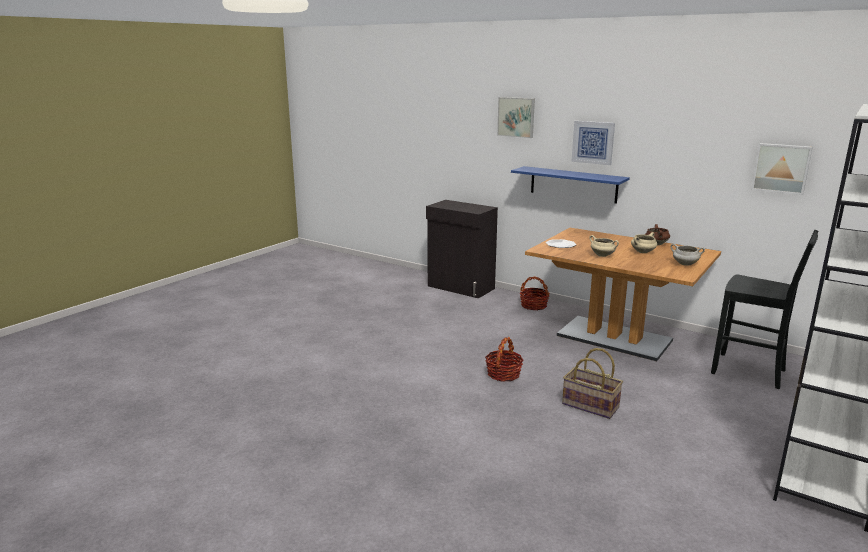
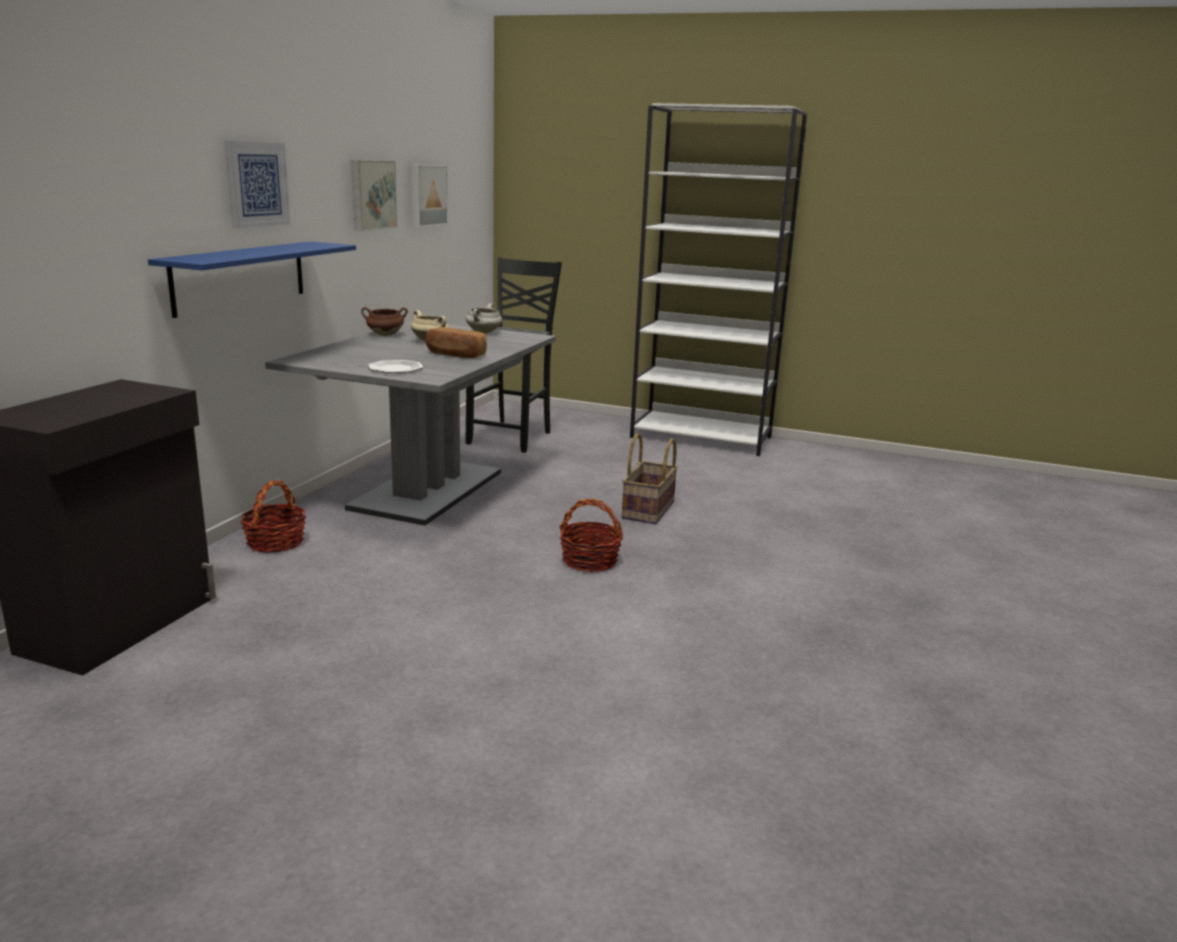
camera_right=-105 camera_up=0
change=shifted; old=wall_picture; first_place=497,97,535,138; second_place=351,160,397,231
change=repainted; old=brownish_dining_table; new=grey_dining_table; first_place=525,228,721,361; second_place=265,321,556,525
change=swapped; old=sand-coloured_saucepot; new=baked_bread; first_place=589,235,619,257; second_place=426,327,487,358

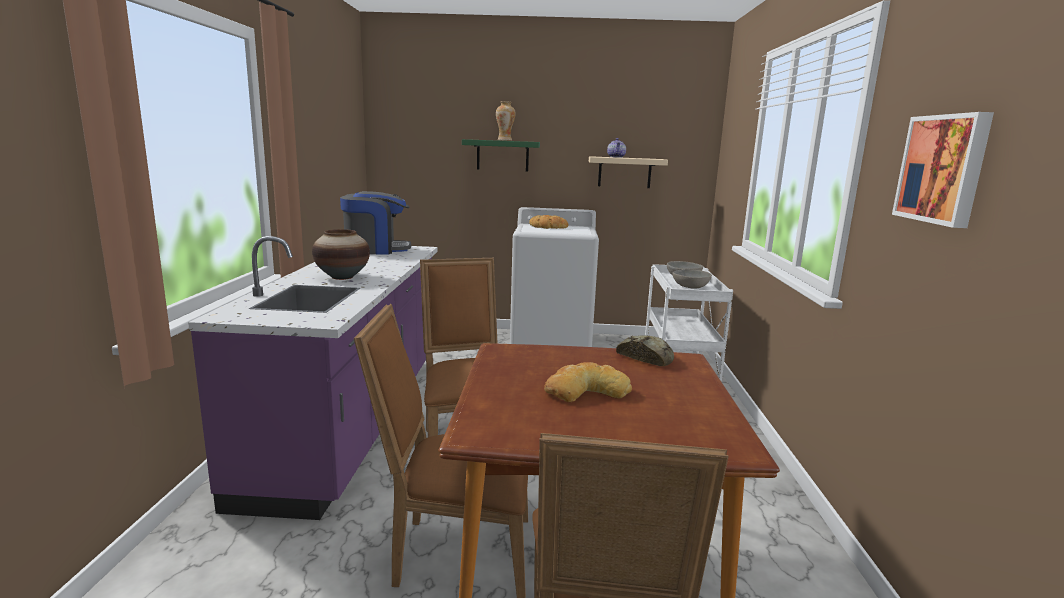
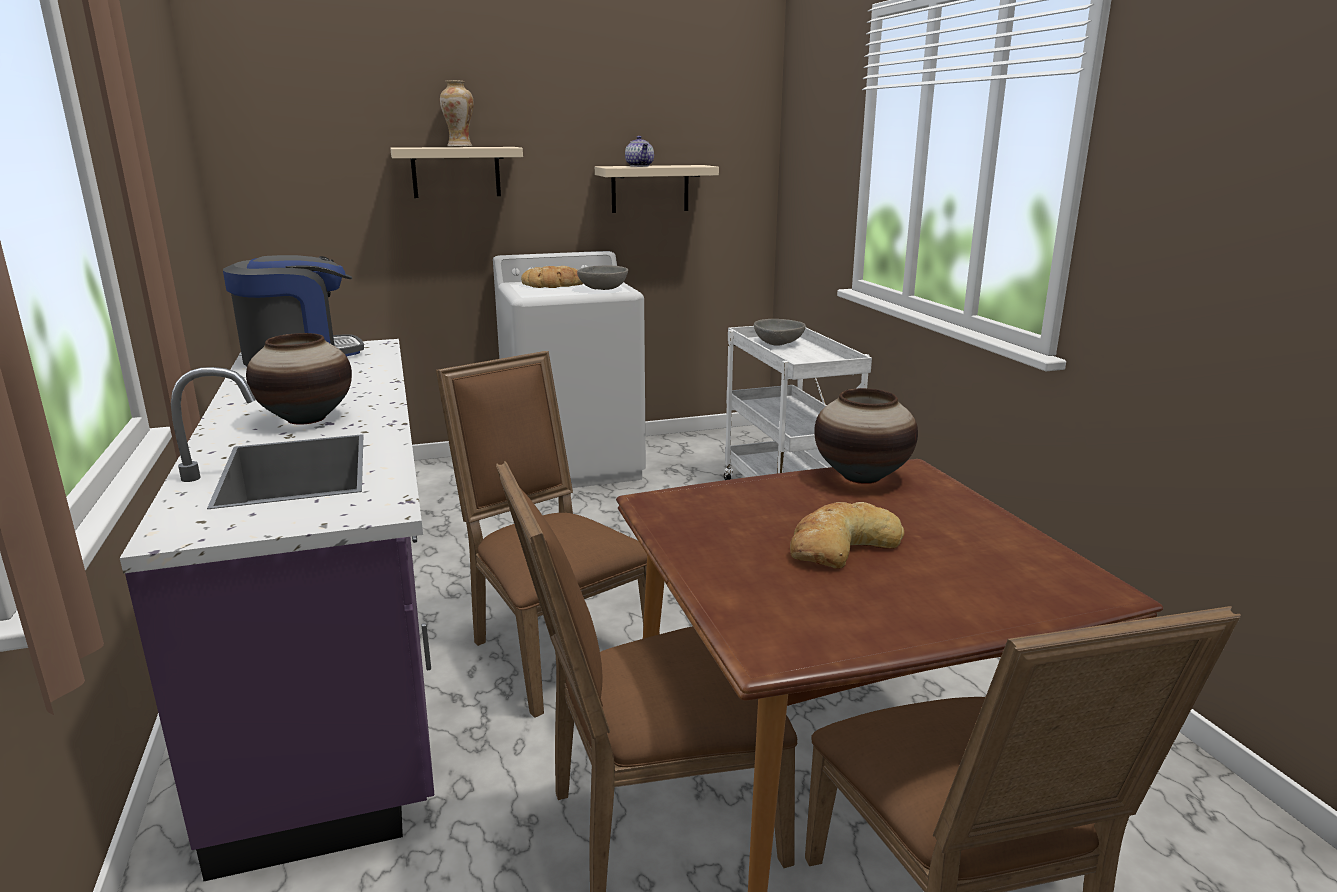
camera_right=-20 camera_up=5
change=gone; old=wall_picture; first_place=892,112,994,228
change=repainted; old=greenish_shelf; new=sand-coloured_shelf; first_place=462,139,540,171; second_place=390,147,523,198
change=shifted; old=grey_deep_dish; first_place=673,269,712,289; second_place=577,265,628,290
change=swapped; old=baked_bread; new=flower_vase; first_place=616,335,674,366; second_place=814,388,918,484

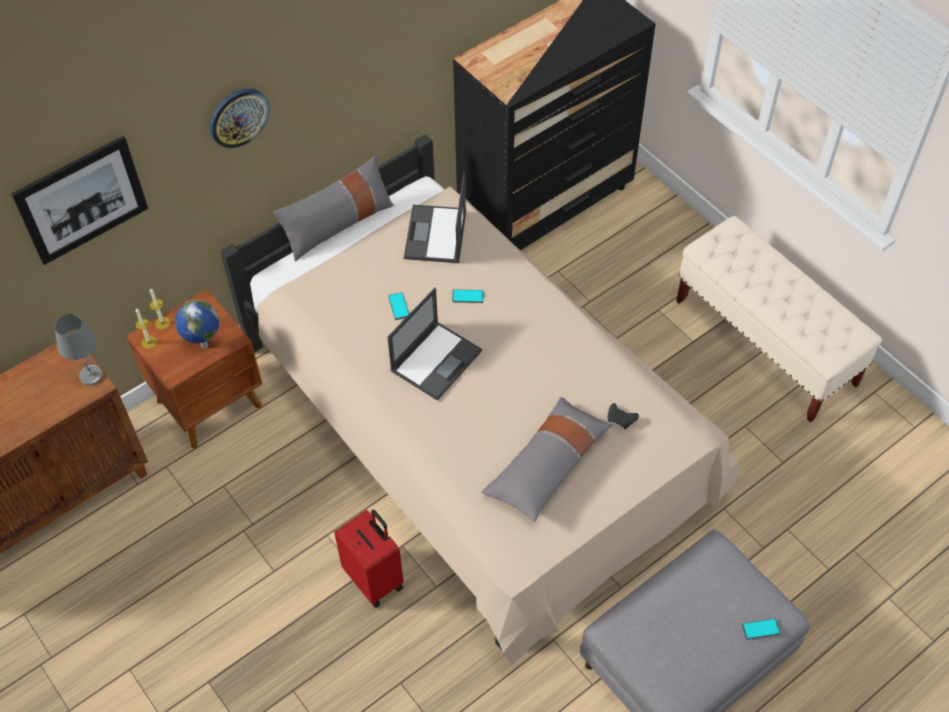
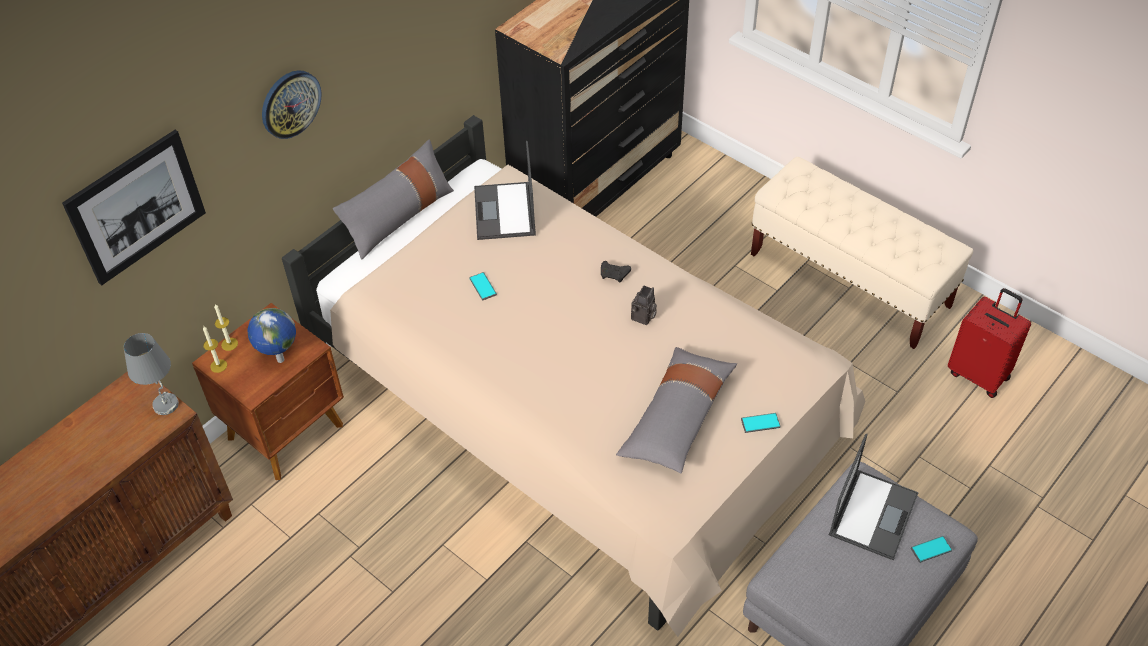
camera_right=-10 camera_up=-5
change=shifted; old=notebook_computer; first_place=387,288,482,401; second_place=829,434,919,561
change=shifted; old=telephone; first_place=452,290,484,303; second_place=741,413,780,433
change=shifted; old=blackish_gamepad; first_place=608,403,639,429; second_place=601,261,631,283
change=shifted; old=red-coloured_suitcase; first_place=334,509,403,608; second_place=948,288,1031,398
change=new; new=photo_camera; second_place=631,286,657,325

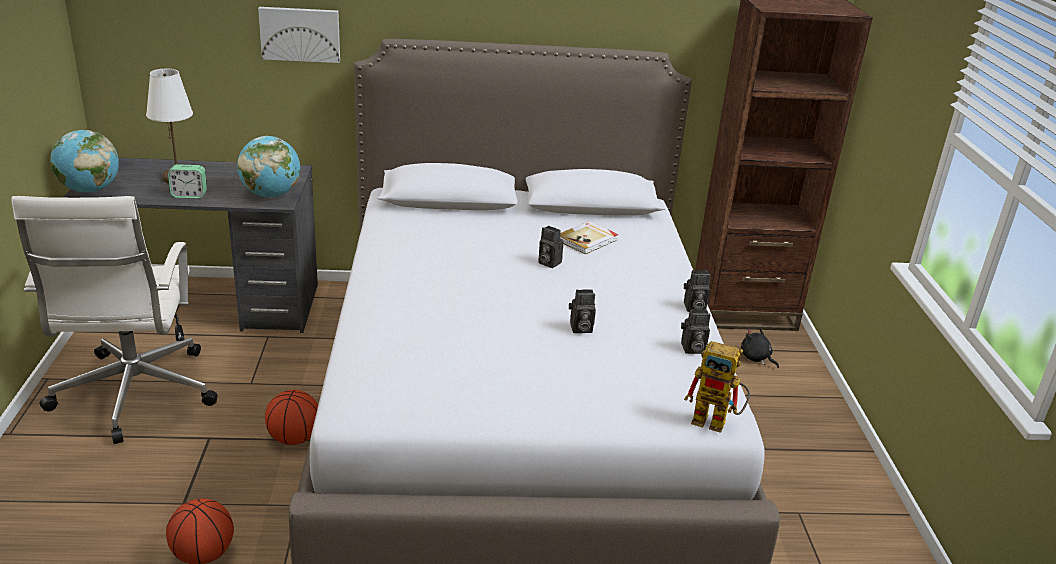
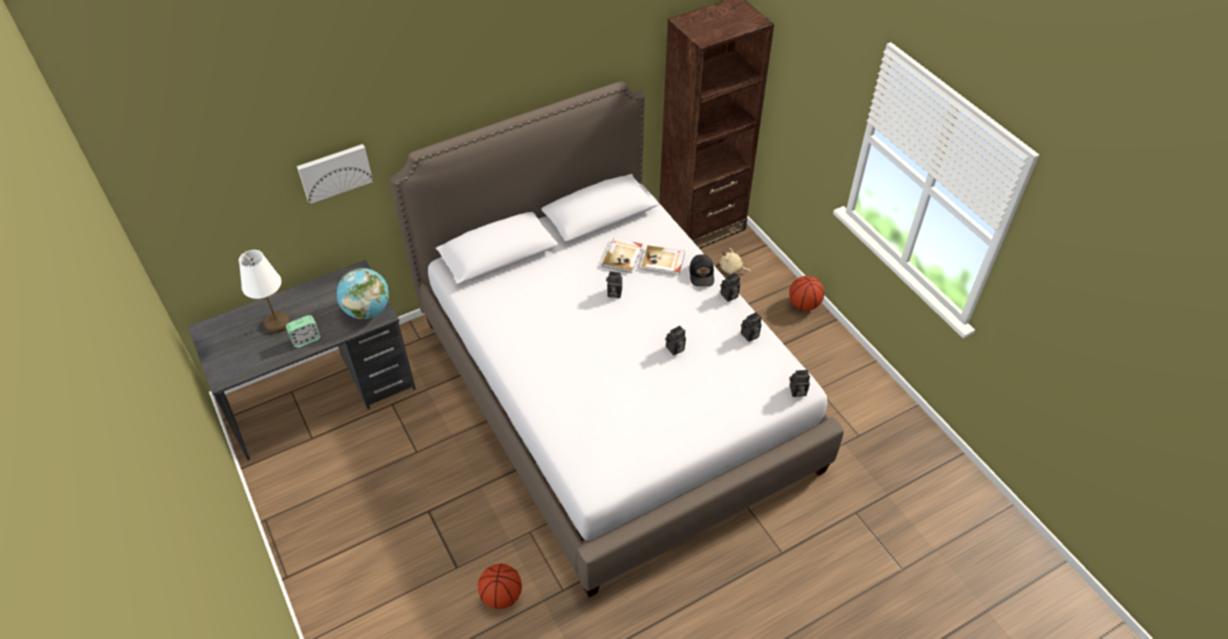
camera_right=-25 camera_up=20
change=gone; old=desk_globe; first_place=50,130,119,193
change=gone; old=white-coloured_office_chair; first_place=11,196,218,444
change=repainted; old=blackish_soft_toy; new=sand-coloured_soft_toy; first_place=741,327,779,368; second_place=720,248,751,274
change=swapped; old=toy_robot; new=photo_camera; first_place=684,341,750,433; second_place=790,370,810,397
change=shifted; old=basketball; first_place=265,390,318,445; second_place=789,276,824,311
change=new; new=volume; second_place=642,245,685,275
change=new; new=blackish_cap; second_place=689,254,714,286

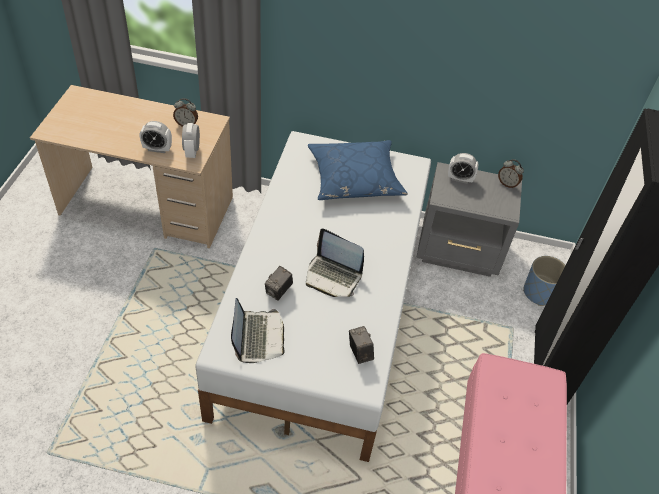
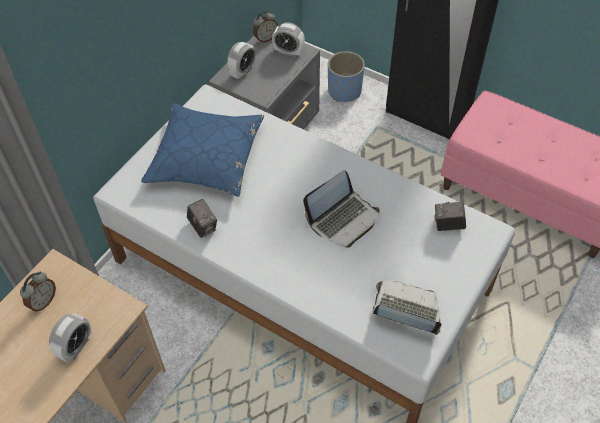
camera_right=-65 camera_up=5
change=shifted; old=table_clock; first_place=182,123,200,158; second_place=272,22,305,57
change=shifted; old=photo_camera; first_place=265,266,293,301; second_place=187,199,217,238

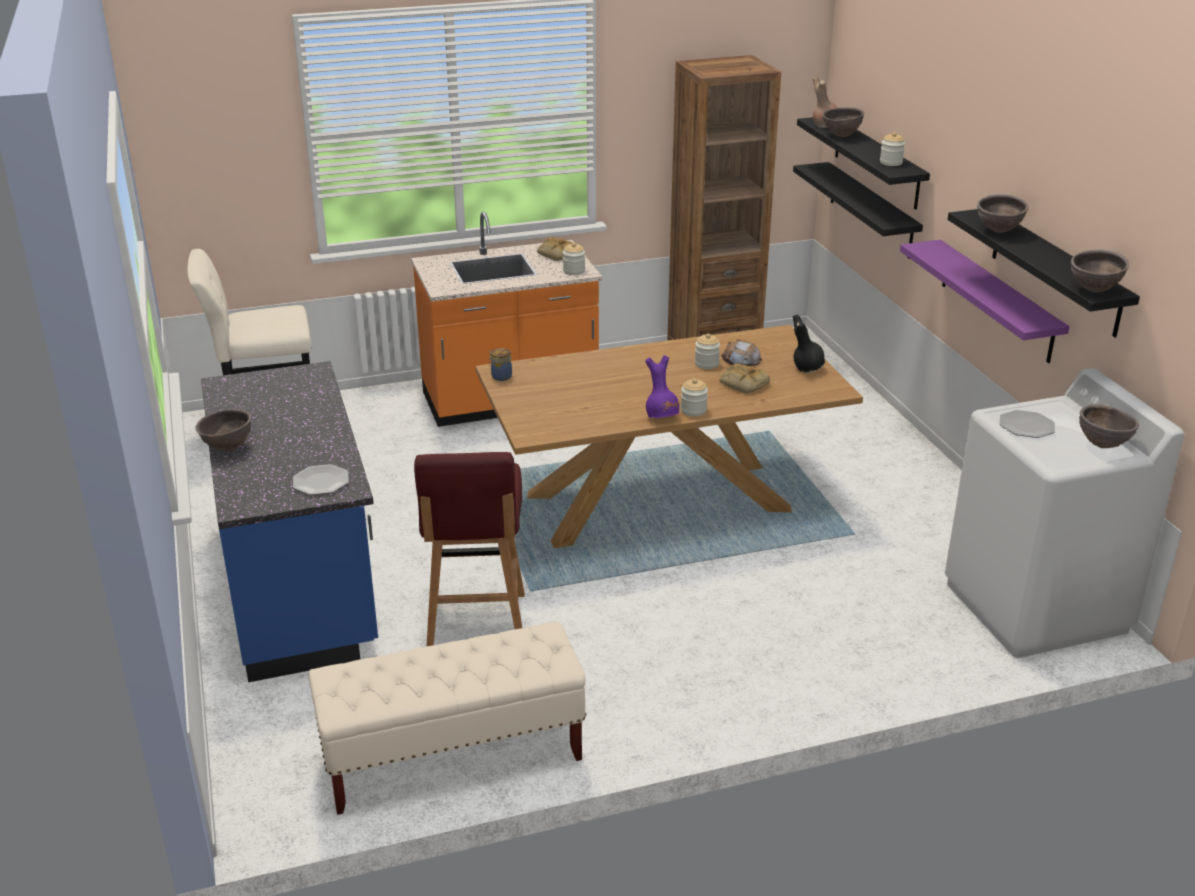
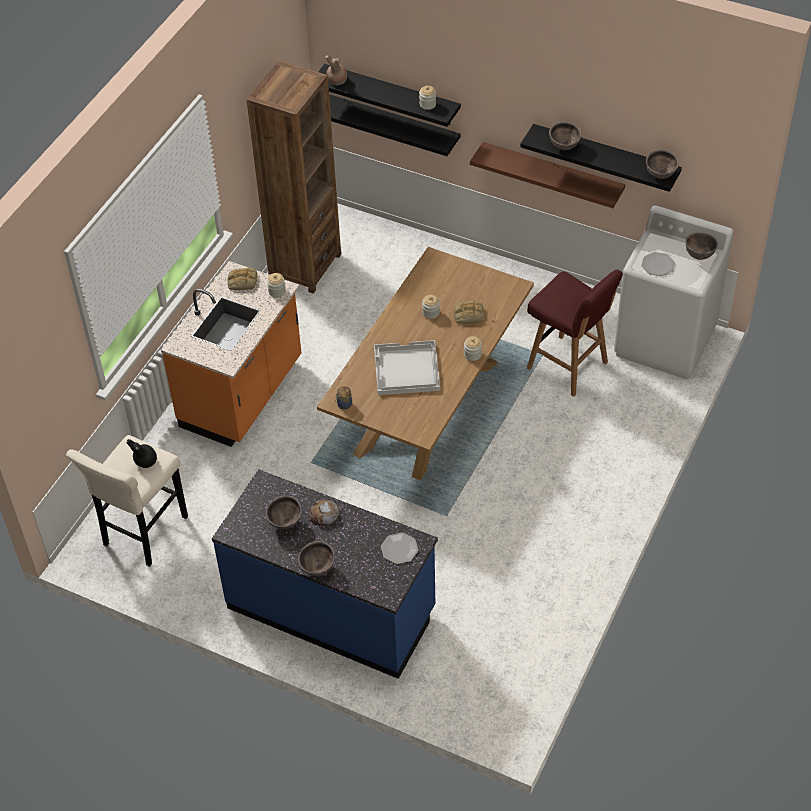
camera_right=-45 camera_up=20
change=shifted; old=brownish_deep_dish; first_place=822,107,864,137; second_place=266,495,302,530
change=repainted; old=purple-coloured_shelf; new=brownish_shelf; first_place=900,240,1069,363; second_place=470,142,625,208
change=shifted; old=blackish_flower_vase; first_place=793,314,825,373; second_place=126,439,157,468
change=shifted; old=baked_bread; first_place=721,339,762,366; second_place=309,499,340,525
change=gone; old=purple-coloured_flower_vase; first_place=645,355,679,418
change=shifted; old=red-coloured_sitting_stool; first_place=414,452,525,647; second_place=527,270,623,397
change=gone; old=sand-coloured_long_seat; first_place=309,621,586,815
change=new; new=white-coloured_tray; second_place=374,340,440,395

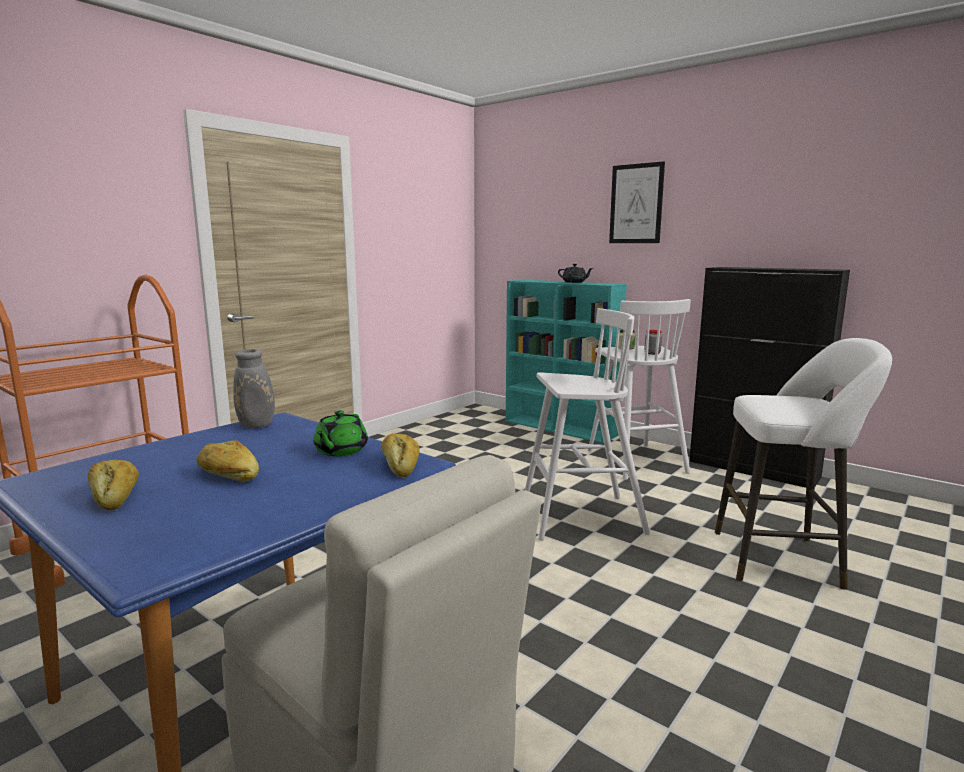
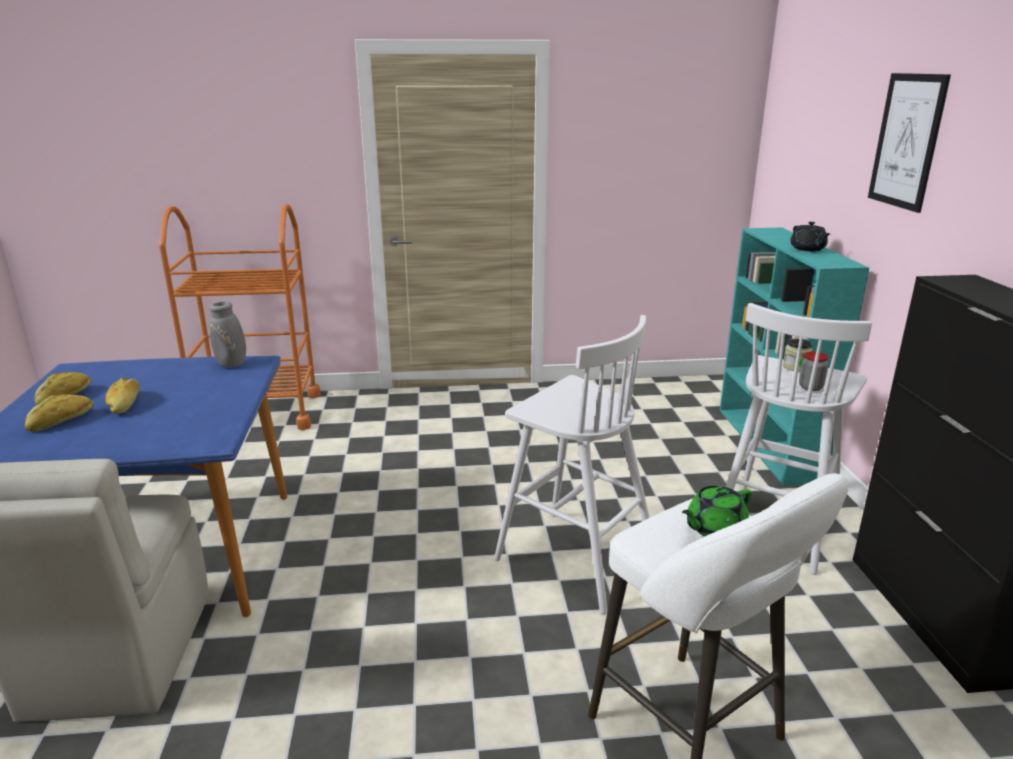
camera_right=45 camera_up=10
change=shifted; old=greenish_pot_for_tea; first_place=313,410,368,456; second_place=682,486,752,536
change=shifted; old=baked_bread; first_place=382,433,420,477; second_place=25,394,94,432

